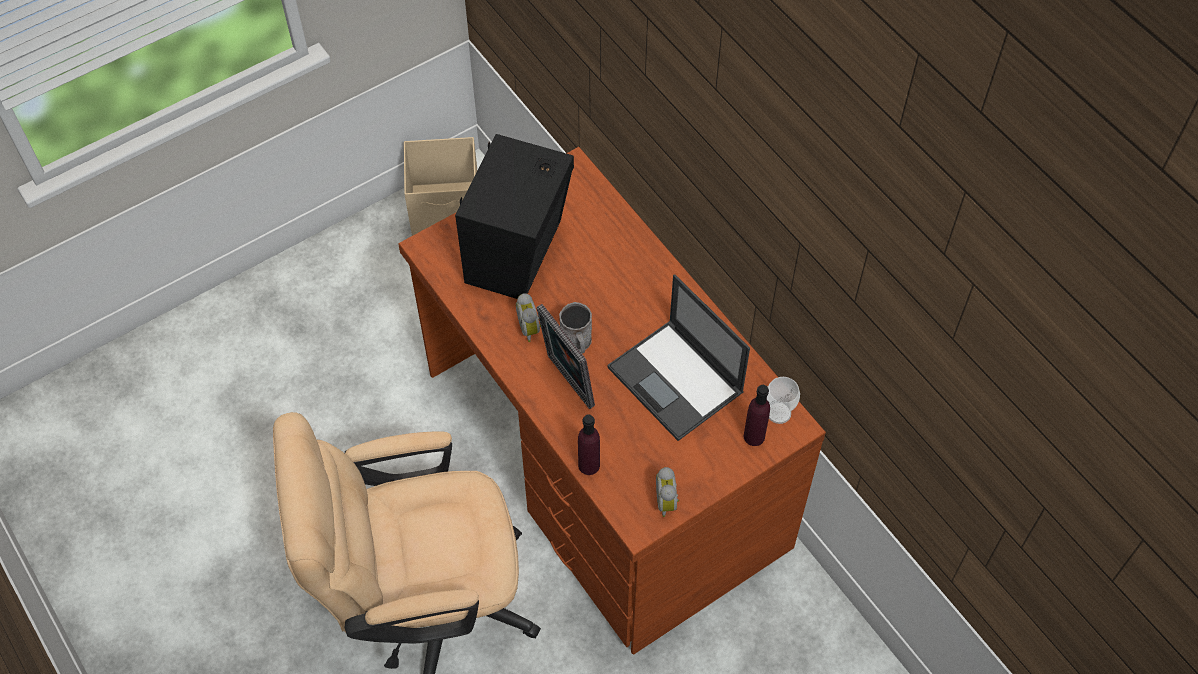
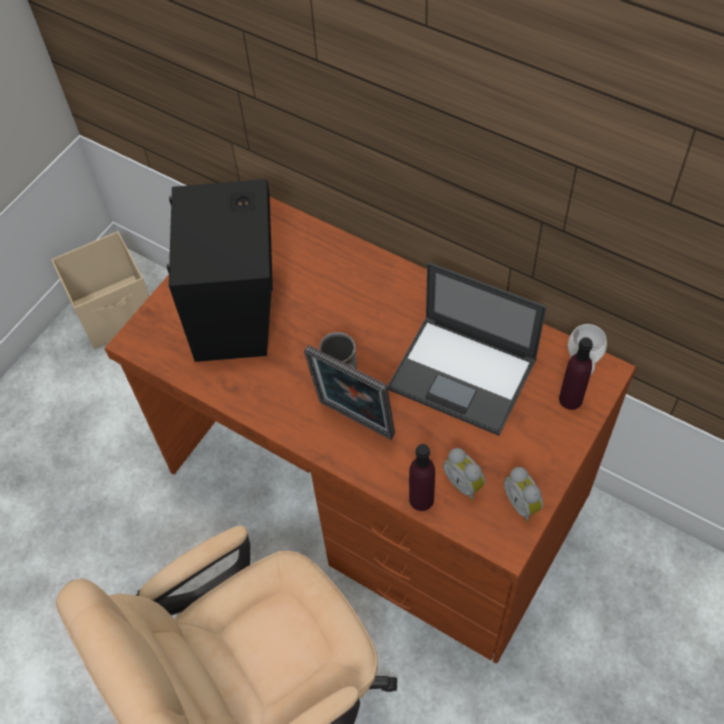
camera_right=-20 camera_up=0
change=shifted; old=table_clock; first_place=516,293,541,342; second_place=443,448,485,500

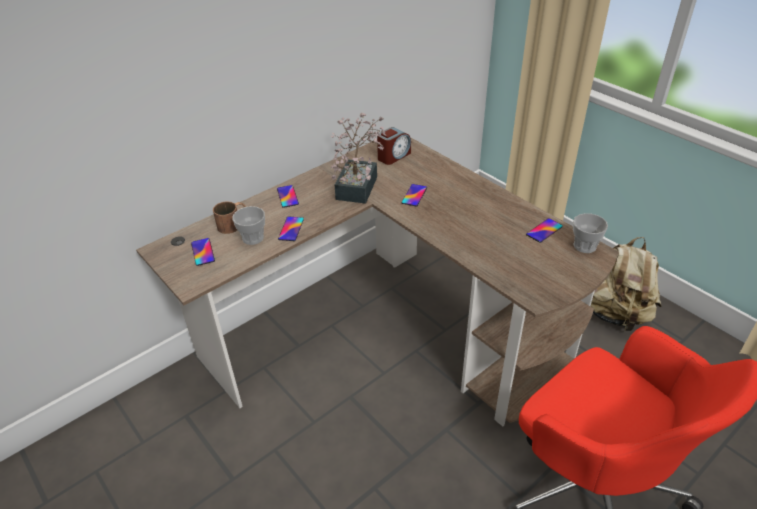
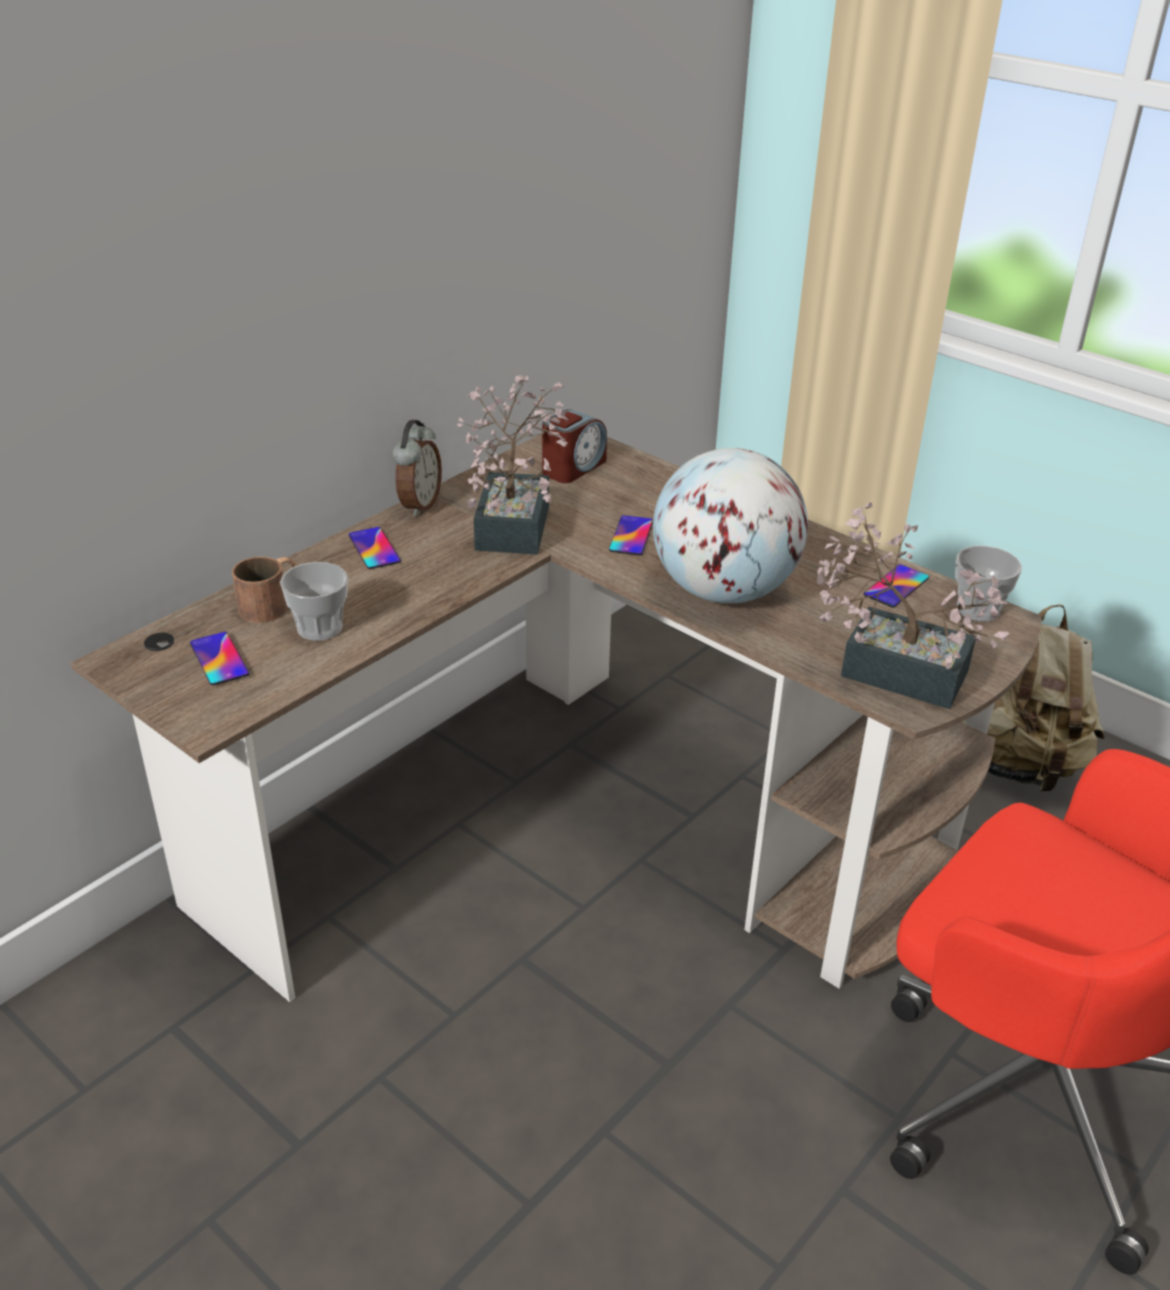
camera_right=-10 camera_up=-5
change=gone; old=telephone; first_place=278,217,304,241
change=new; new=table_clock; second_place=392,420,442,516
change=new; new=desk_globe; second_place=653,448,808,604
change=new; new=plant_in_a_pot; second_place=817,503,1009,709

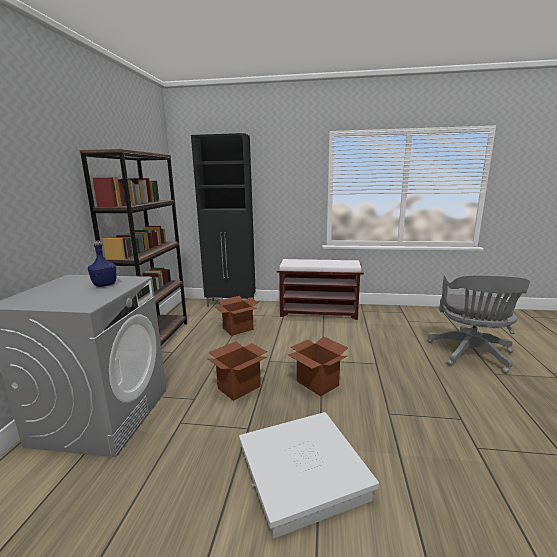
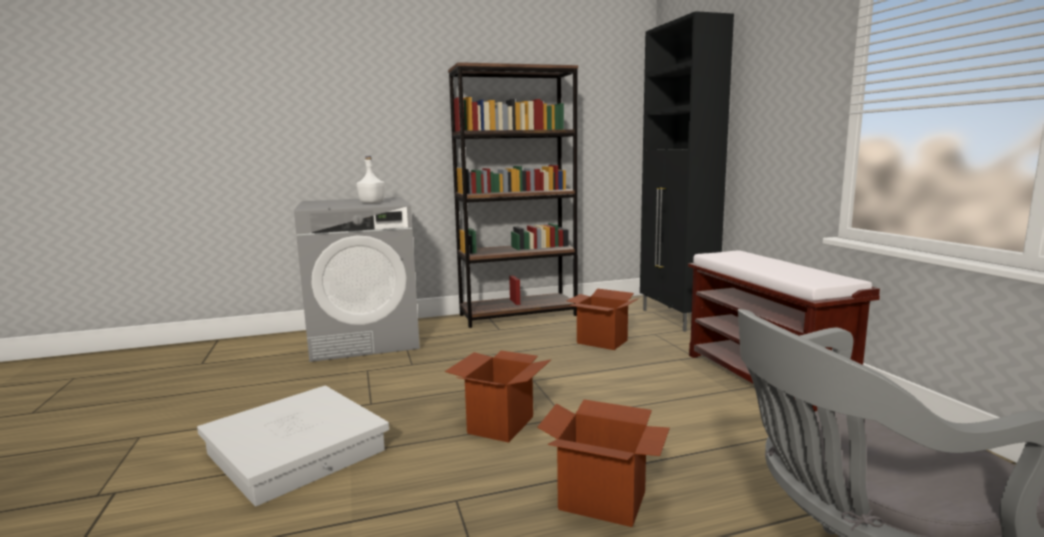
camera_right=65 camera_up=-5
change=repainted; old=blue_beverage_bottle; new=white-coloured_beverage_bottle; first_place=88,241,116,287; second_place=356,156,385,203
change=shifted; old=carton; first_place=208,342,267,401; second_place=537,400,670,527

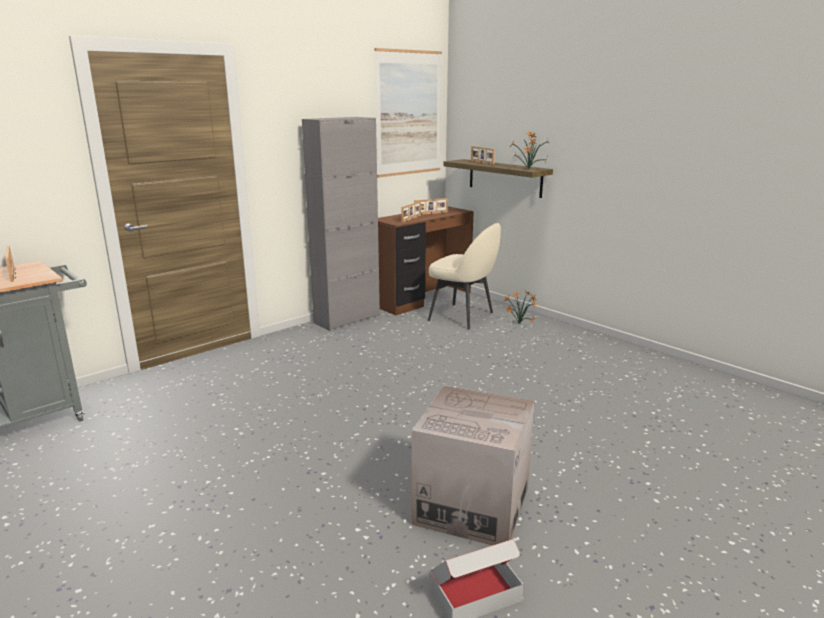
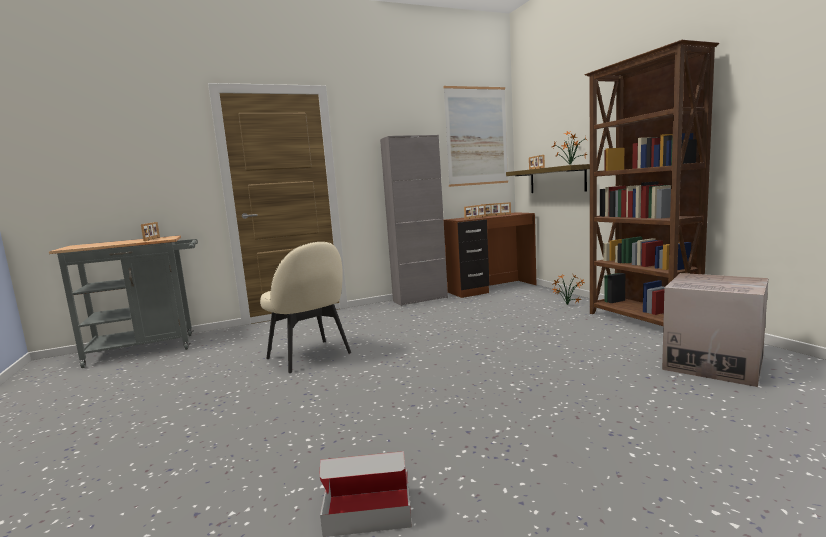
camera_right=20 camera_up=-10
change=shifted; old=sand-coloured_chair; first_place=428,223,501,330; second_place=260,242,351,373
change=shifted; old=carton; first_place=412,386,535,545; second_place=662,273,768,387
change=new; new=brownish_shelving_unit; second_place=585,39,719,326

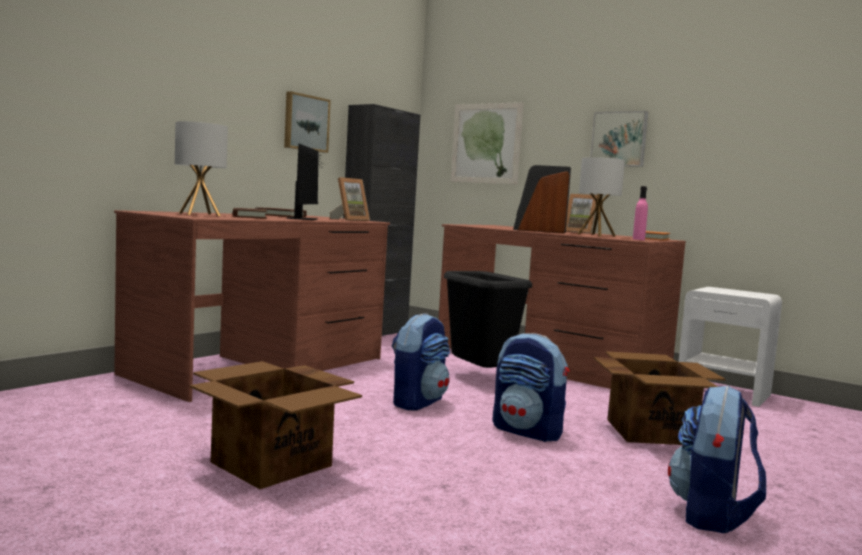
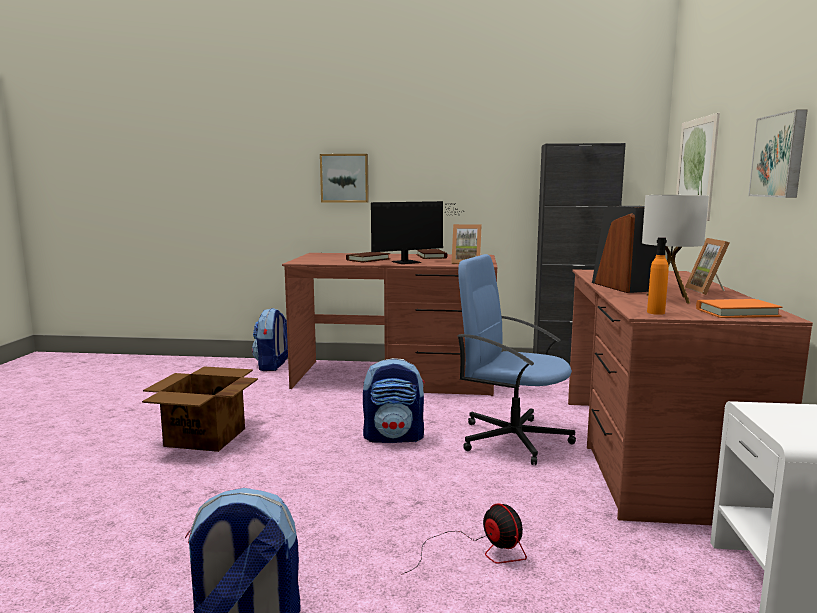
camera_right=60 camera_up=5
change=shifted; old=wall_picture; first_place=284,91,331,153; second_place=320,154,369,203
change=gone; old=lamp_for_a_table; first_place=175,121,228,216
change=repainted; old=pink_beverage_bottle; new=orangey_beverage_bottle; first_place=633,186,648,240; second_place=647,237,669,315
change=swapped; old=blackish_waste_bin; new=blue_office_chair; first_place=444,271,532,368; second_place=457,254,576,465
change=shifted; old=backpack; first_place=492,333,569,442; second_place=252,308,288,371
change=swapped; old=carton; new=fan; first_place=594,351,726,445; second_place=401,503,527,575

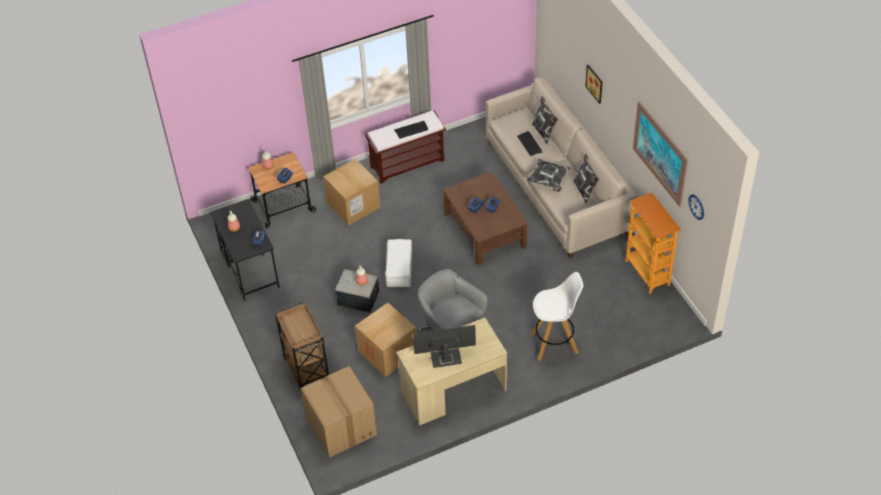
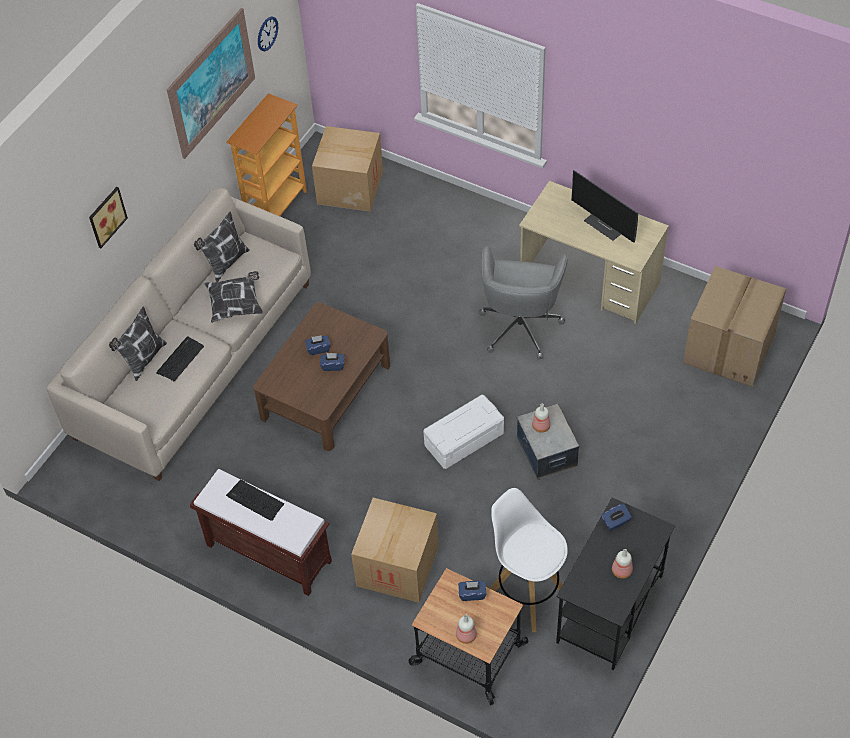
camera_right=-125 camera_up=5
change=shifted; old=white-coloured_sitting_stool; first_place=530,272,584,361; second_place=489,488,568,632
change=gone; old=brownish_trolley; first_place=275,300,329,392
change=shifted; old=carton; first_place=355,303,416,377; second_place=312,126,383,212

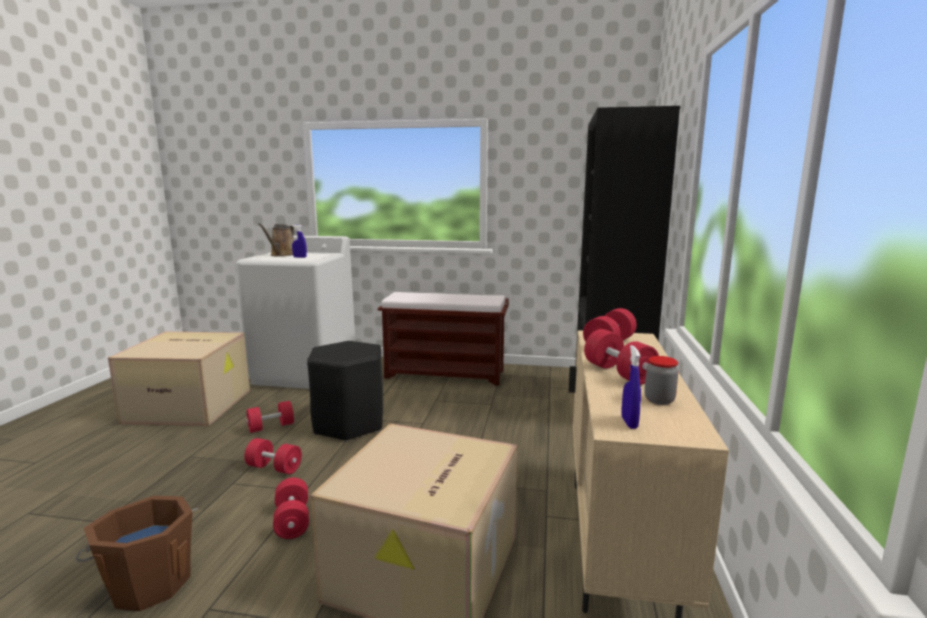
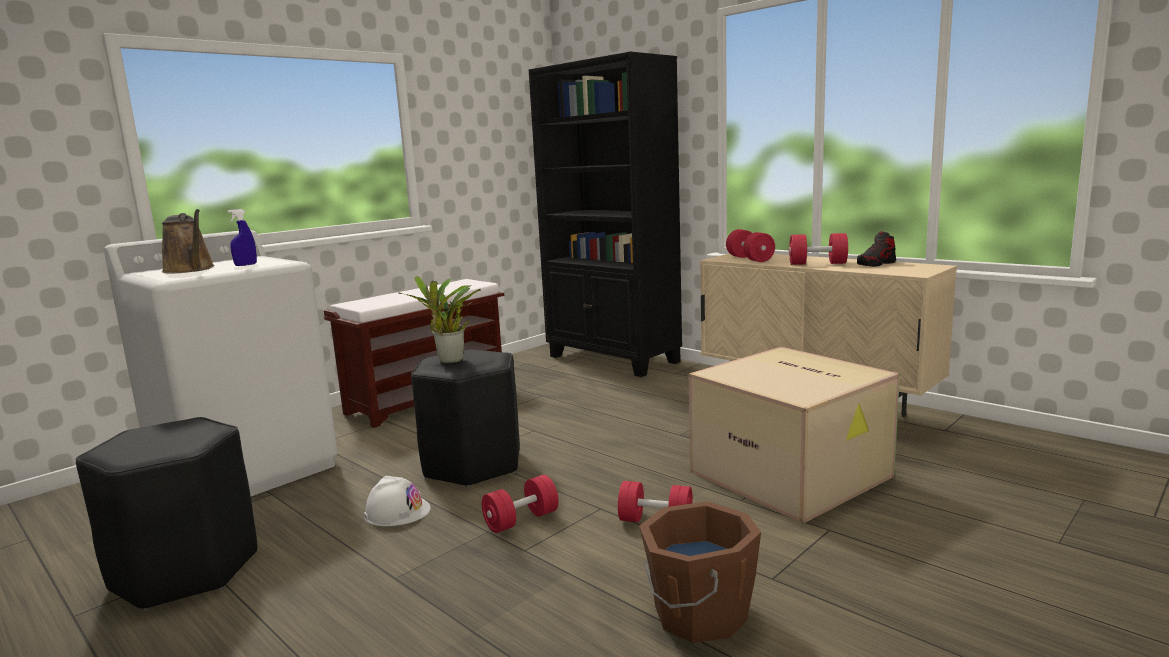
camera_right=-55 camera_up=0
change=swapped; old=carton; new=blackish_sitting_stool; first_place=108,332,250,426; second_place=76,417,257,611
change=gone; old=blue_sprayer; first_place=622,345,641,429
change=swapped; old=preserve_jar; new=item_of_footwear; first_place=644,356,678,405; second_place=857,231,896,267
change=swapped; old=red-coloured_dumbbell; new=white-coloured_safety_helmet; first_place=247,401,294,433; second_place=364,476,431,526
change=new; new=plant_in_a_pot; second_place=398,276,481,364

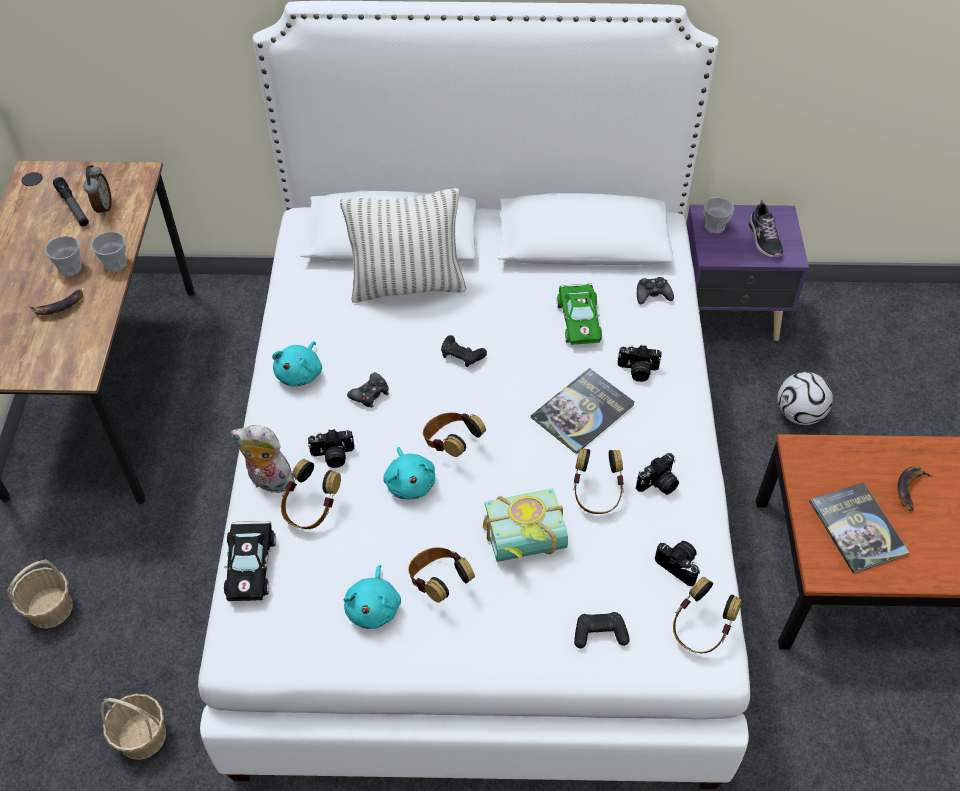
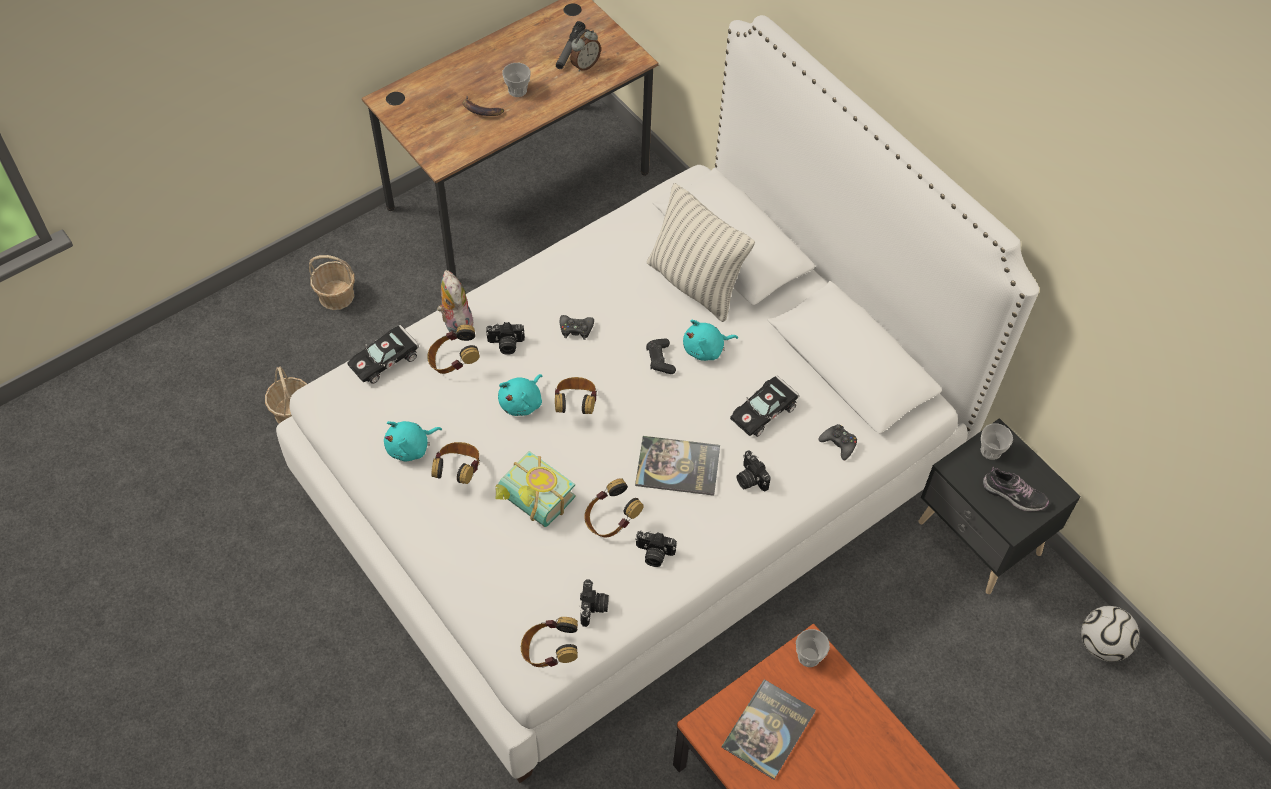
camera_right=50 camera_up=5
change=rotated; old=item_of_footwear; first_place=749,200,783,258; second_place=983,467,1049,511; degrees=-105
change=repainted; old=purple-coloured_nightstand; new=blackish_nightstand; first_place=686,205,809,341; second_place=918,418,1081,594
change=shifted; old=small_cup; first_place=91,231,127,272; second_place=796,629,830,667
change=repainted; old=greenish_model_car; new=blackish_model_car; first_place=557,284,602,344; second_place=730,375,799,437
change=shifted; old=turquoise-coloured_soft_toy; first_place=272,341,322,387; second_place=683,320,738,361
change=shifted; old=ball_for_football; first_place=778,372,833,425; second_place=1081,606,1139,662
change=rotated; old=photo_camera; first_place=308,429,354,468; second_place=486,322,525,355; degrees=-45
change=gone; old=whole_banana; first_place=897,466,934,511
change=gone; old=blackish_gamepad; first_place=574,612,630,649

